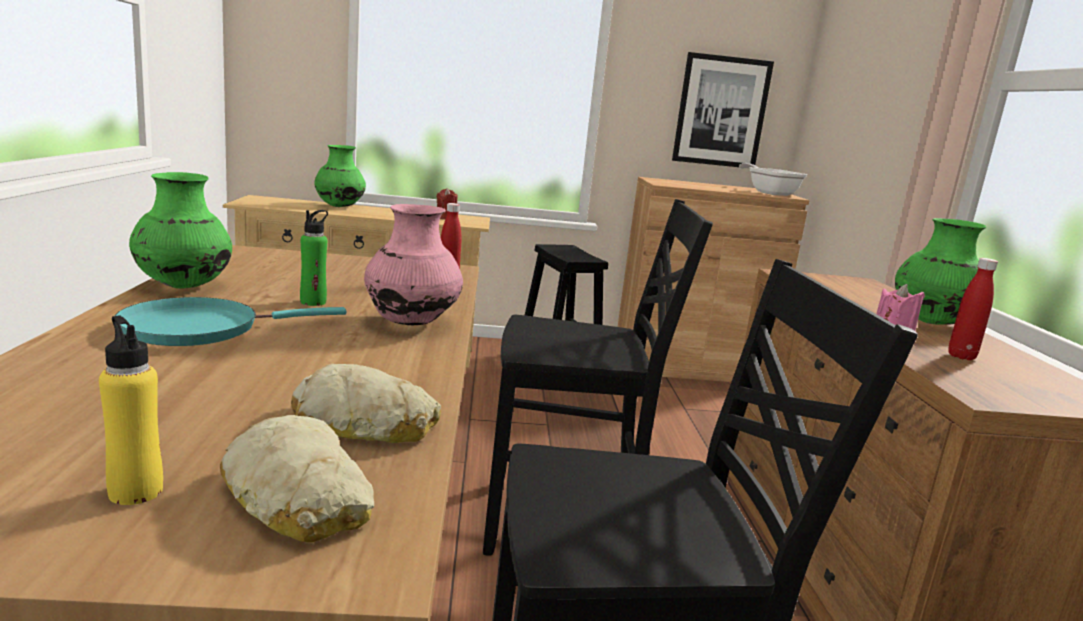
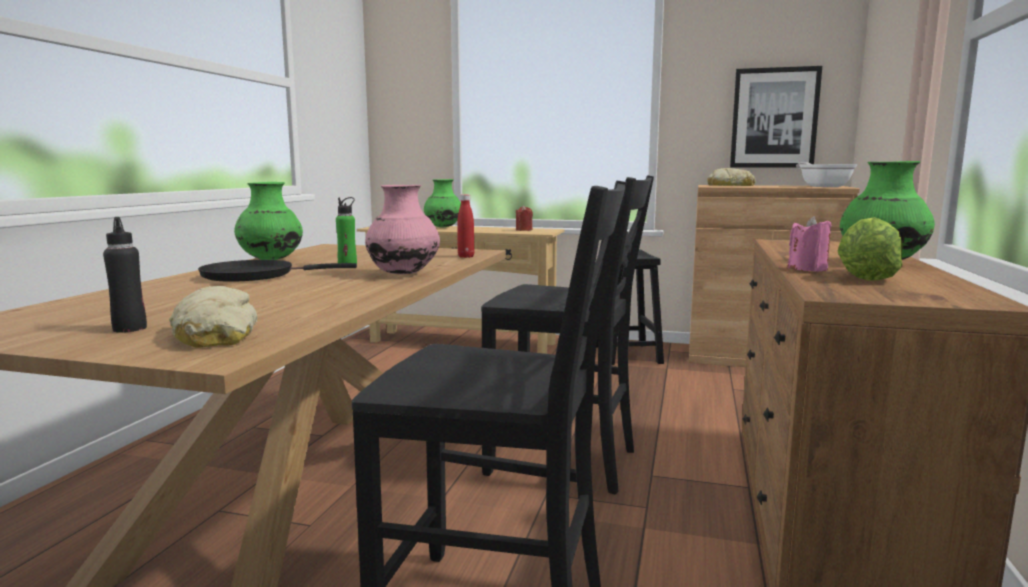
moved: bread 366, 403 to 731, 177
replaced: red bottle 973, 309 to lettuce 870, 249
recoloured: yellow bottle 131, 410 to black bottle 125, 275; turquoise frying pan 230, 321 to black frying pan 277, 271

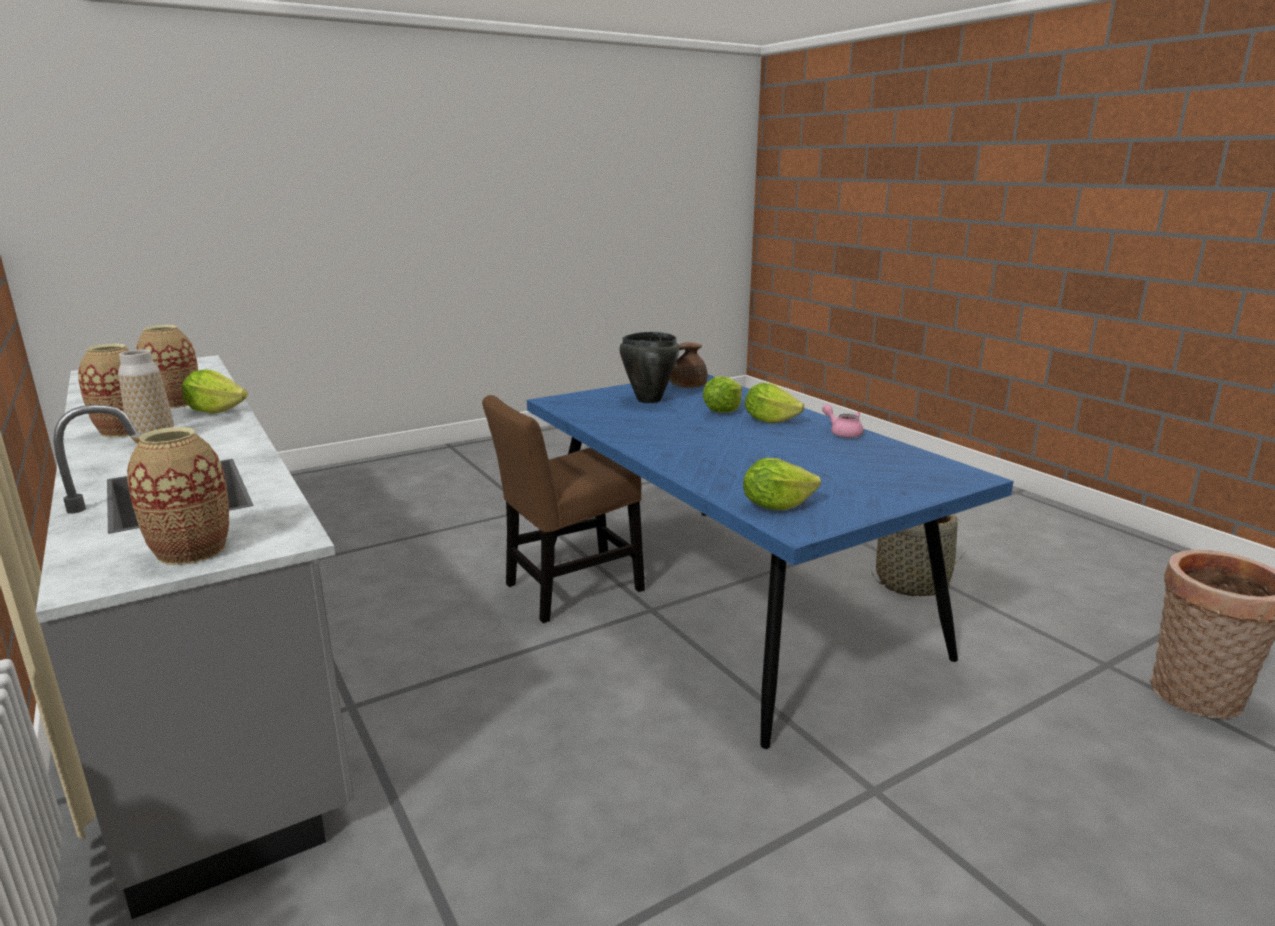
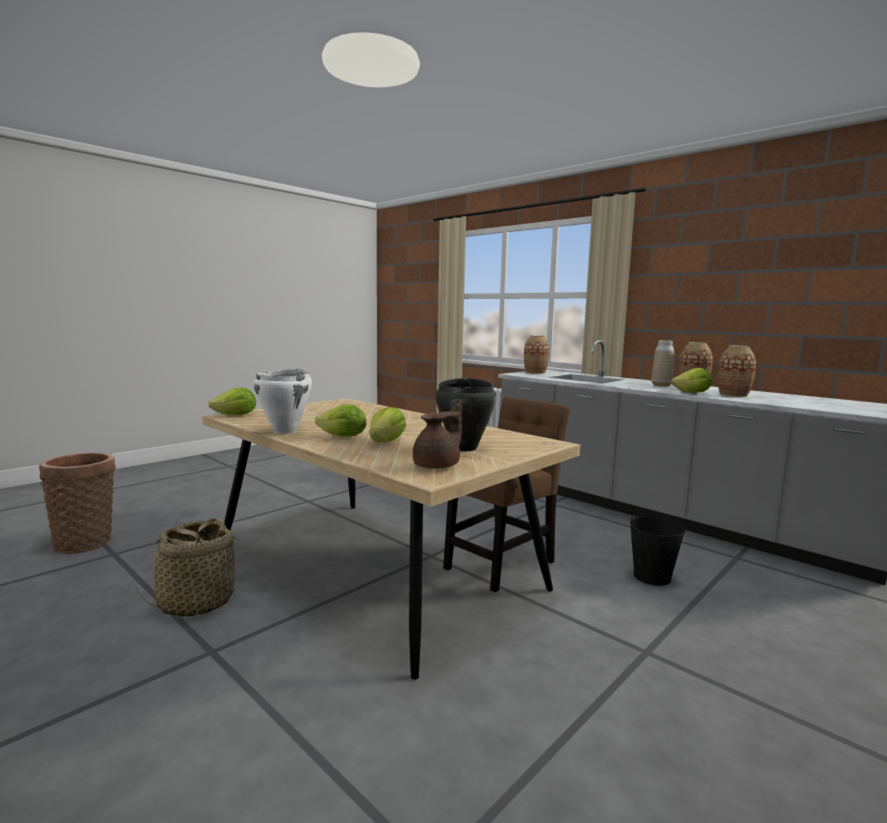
added: black bucket 657, 550
moved: lettuce 782, 484 to 232, 401
replaced: pink teapot 842, 421 to white cooking pot 282, 401
recoloured: blue dining table 770, 561 to beige dining table 391, 539

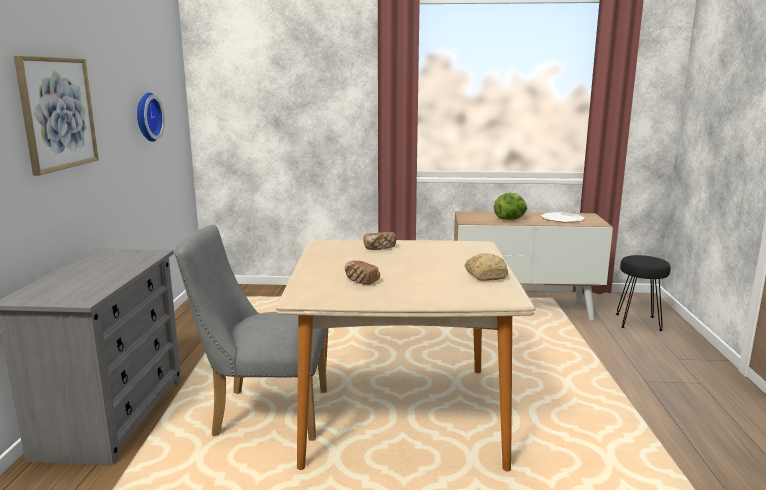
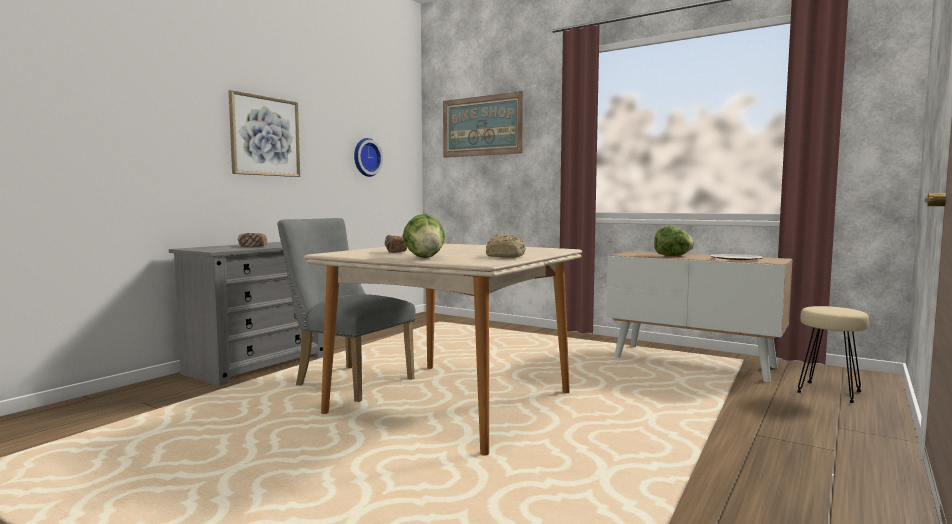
added: lettuce 424, 236; picture 483, 124
moved: bread 380, 241 to 252, 240
recoloured: black stool 643, 293 to beige stool 832, 354

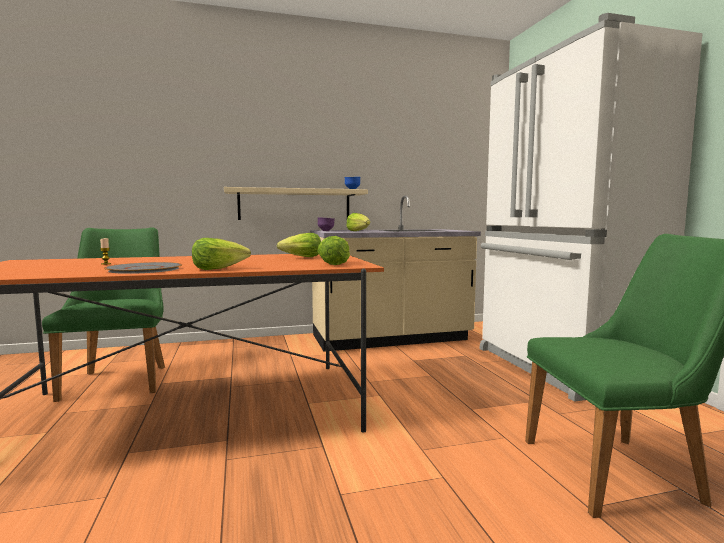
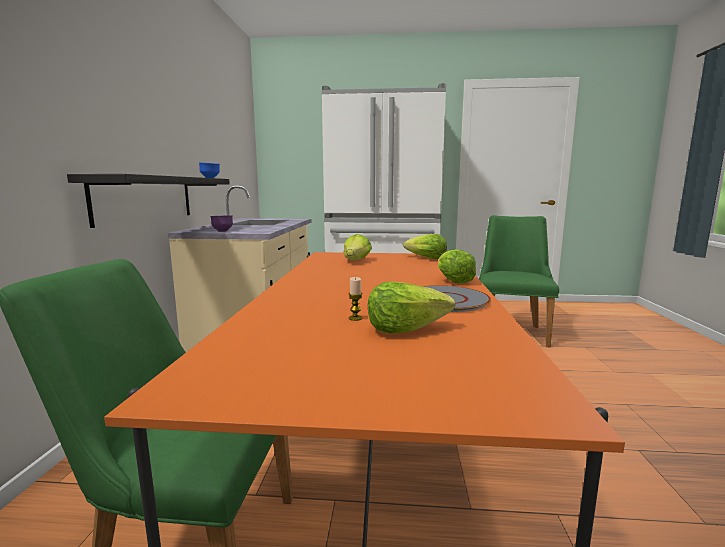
moved: lettuce 358, 222 to 411, 307
recoloured: beige shelf 296, 203 to black shelf 148, 201

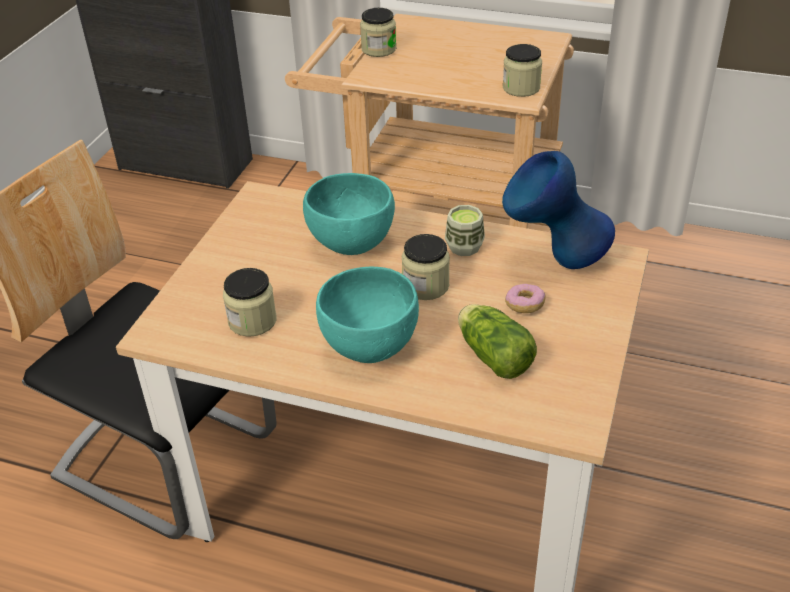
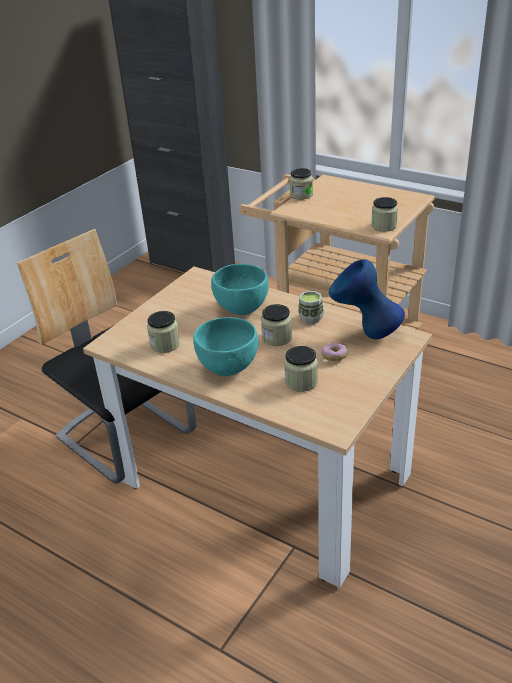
replaced: lettuce 497, 341 to jar 301, 369

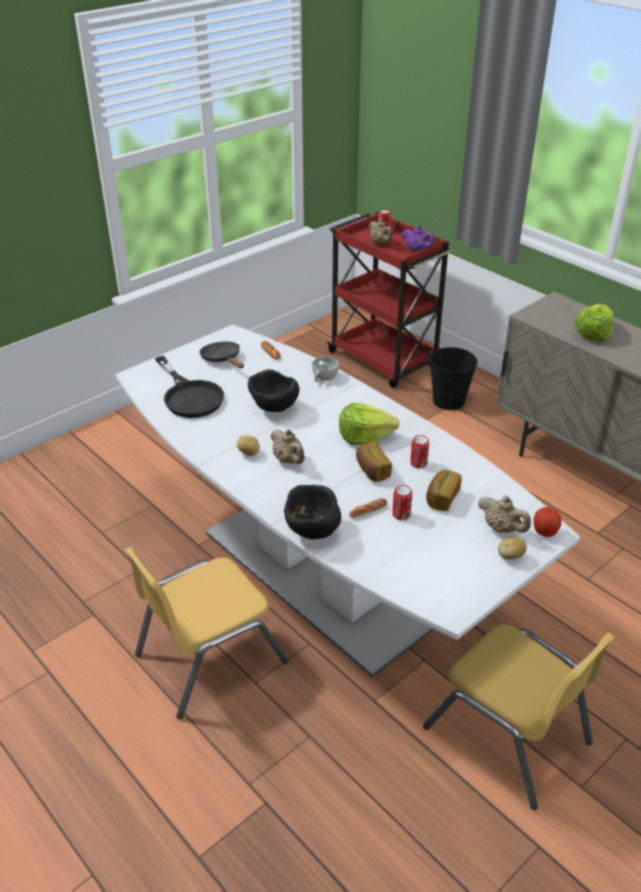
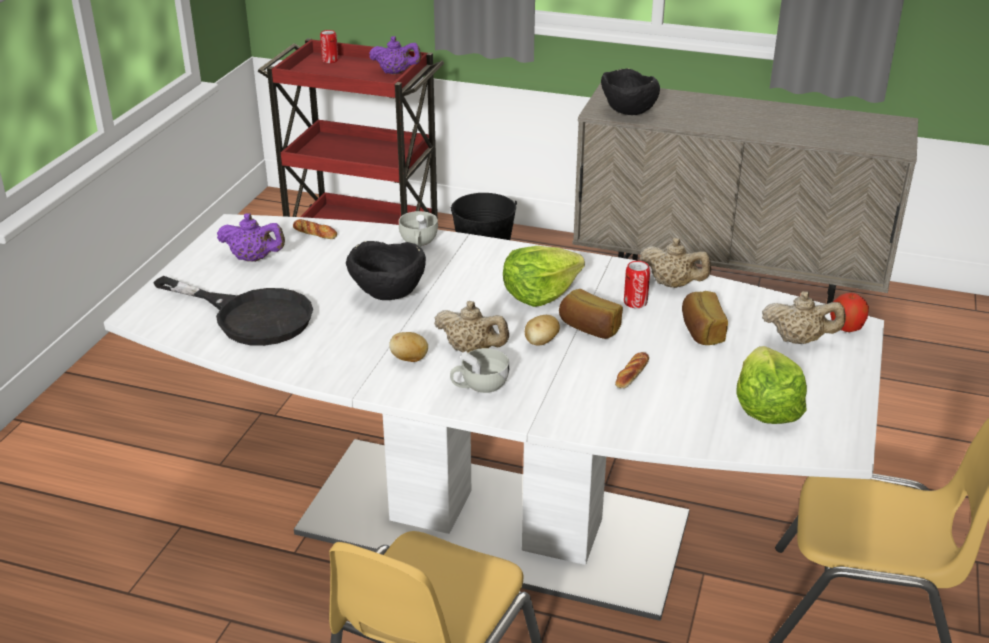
removed: can 402, 502
added: white cup 479, 370
moved: black bowl 312, 512 to 630, 91; beige teapot 381, 231 to 675, 263; potato 512, 548 to 542, 330; lettuce 594, 322 to 772, 385
replaced: black frying pan 221, 354 to purple teapot 251, 237

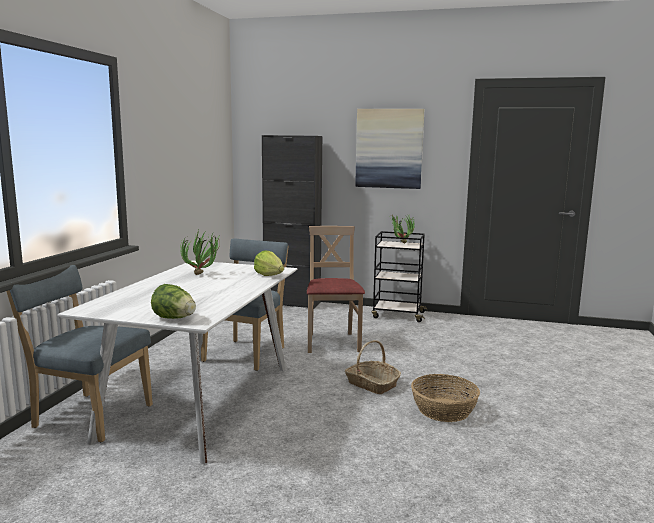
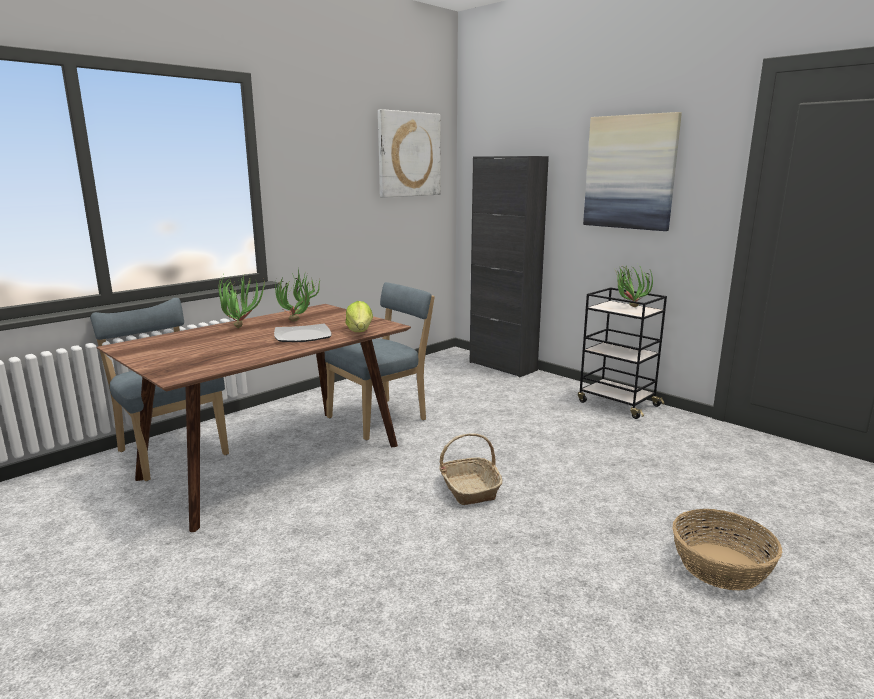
removed: lettuce 173, 301; beige chair 336, 289
added: potted plant 241, 301; plate 302, 333; picture 409, 153
moved: basket 445, 398 to 727, 550
recoloured: white dining table 177, 362 to brown dining table 254, 418

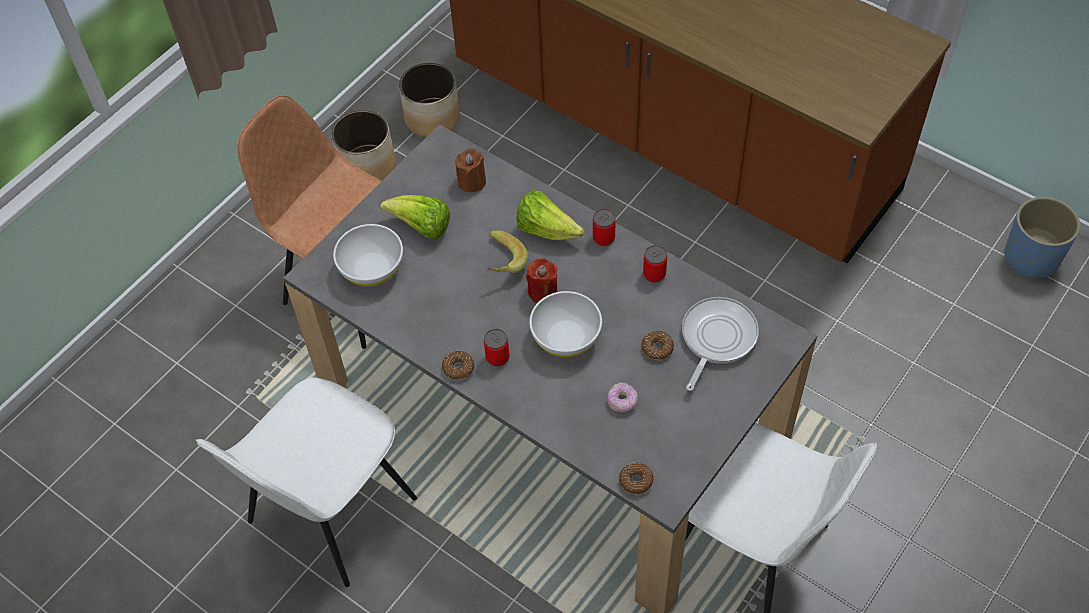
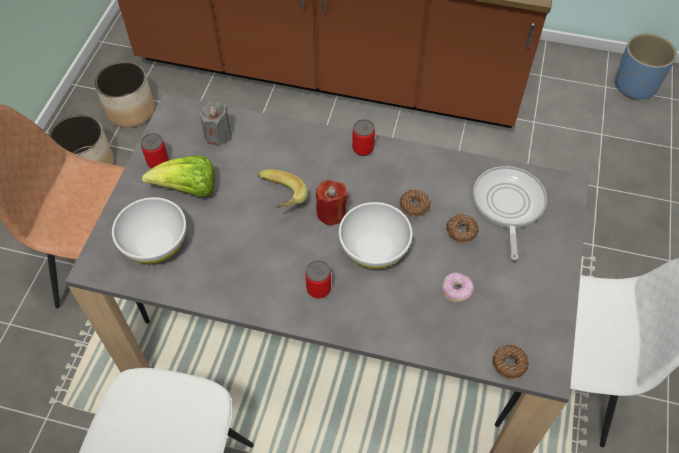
removed: lettuce 550, 215
moved: donut 458, 365 to 415, 203; can 655, 263 to 155, 151
recoloured: brown candle 470, 170 to grey candle 216, 123

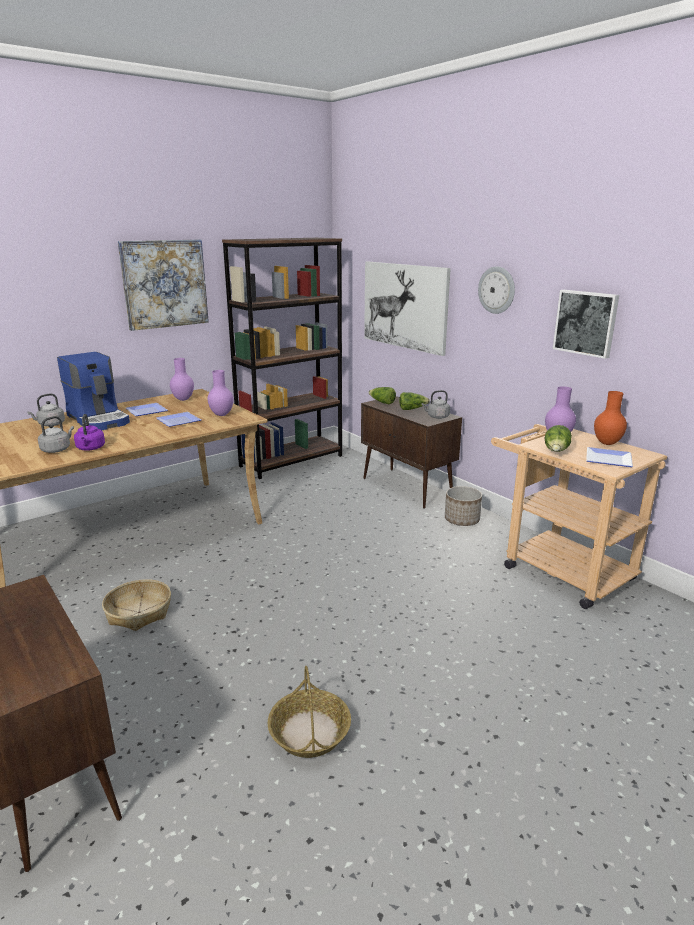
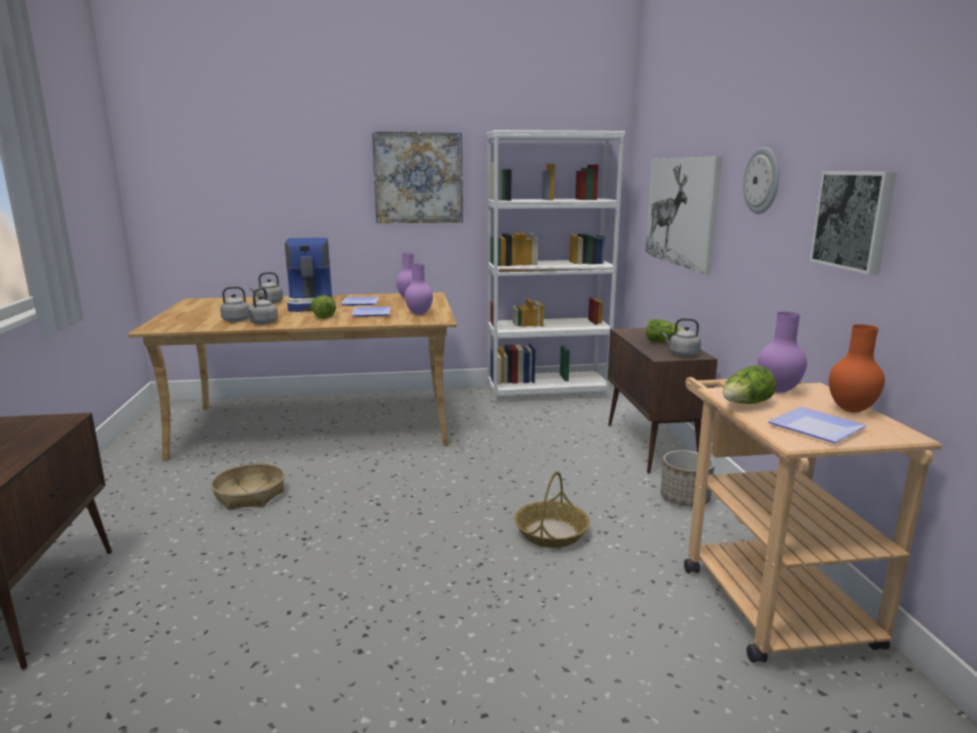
moved: basket 309, 712 to 552, 509; lettuce 382, 395 to 323, 307
recoloured: purple kettle 89, 432 to grey kettle 261, 306; brown bookcase 282, 358 to white bookcase 556, 267

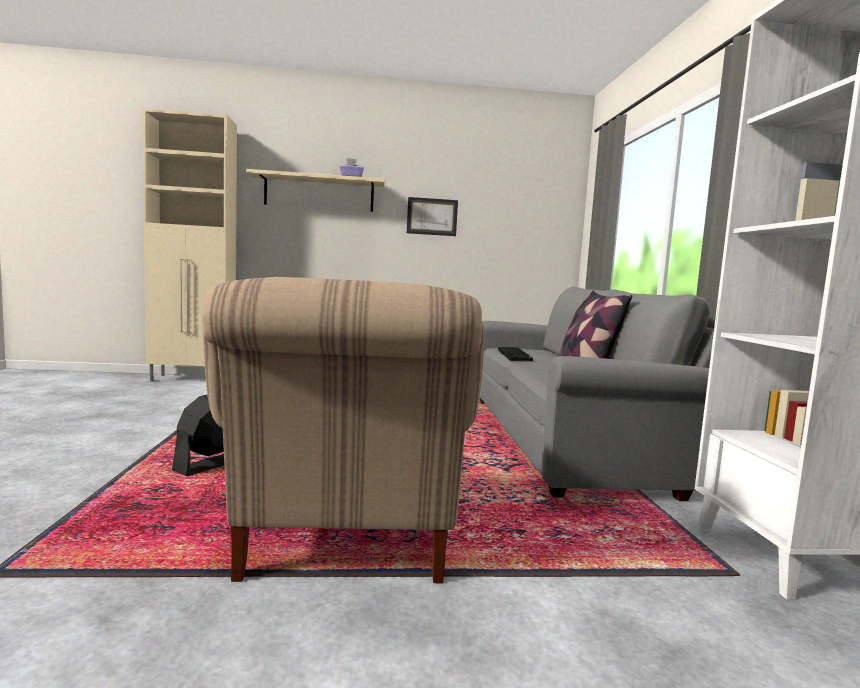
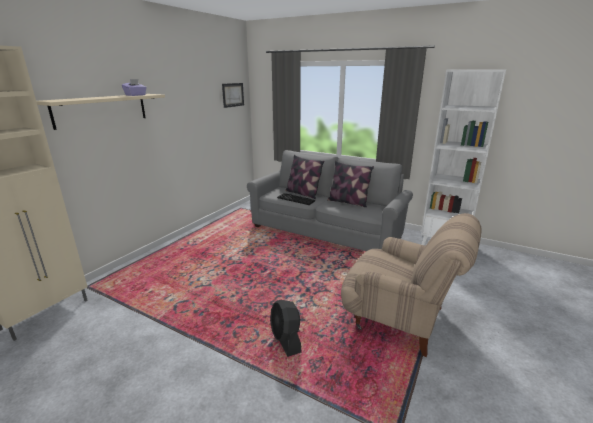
added: pillow 304, 177
moved: picture 432, 216 to 233, 95

